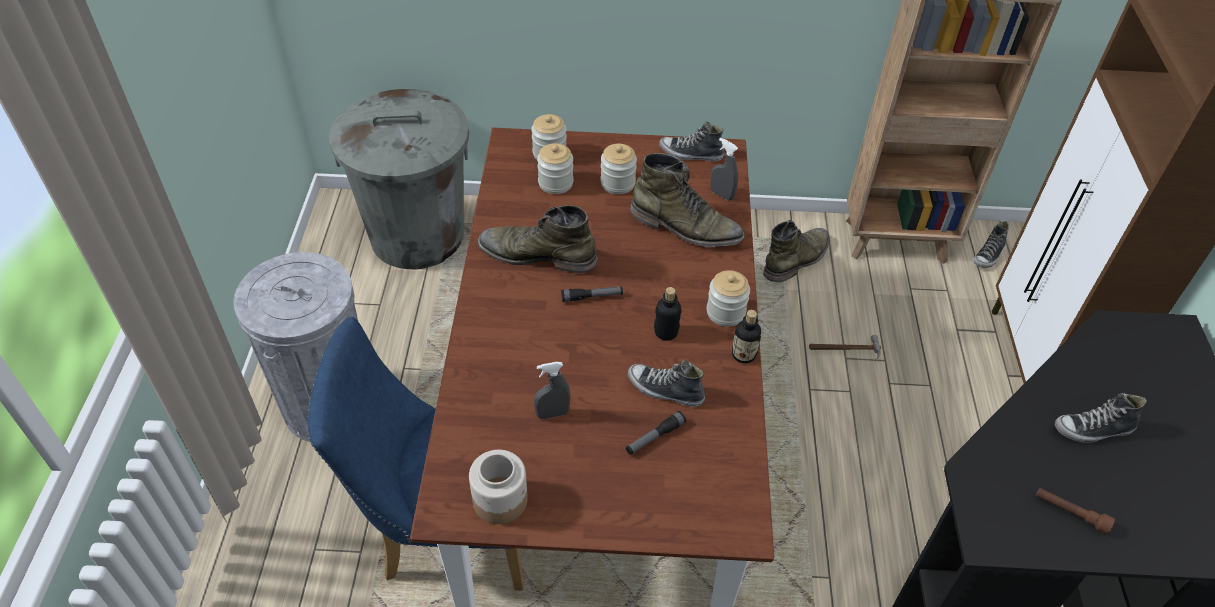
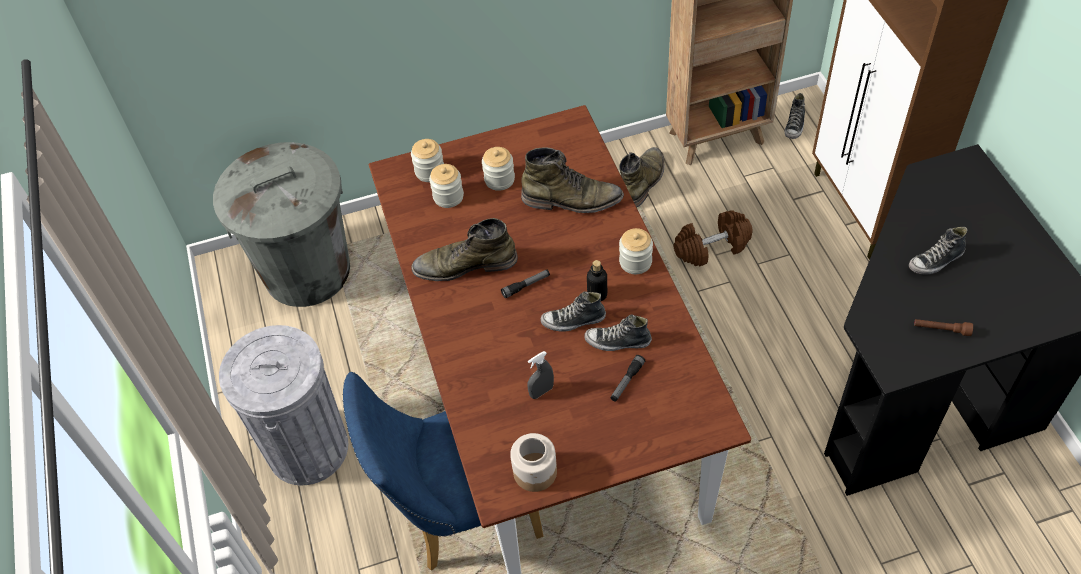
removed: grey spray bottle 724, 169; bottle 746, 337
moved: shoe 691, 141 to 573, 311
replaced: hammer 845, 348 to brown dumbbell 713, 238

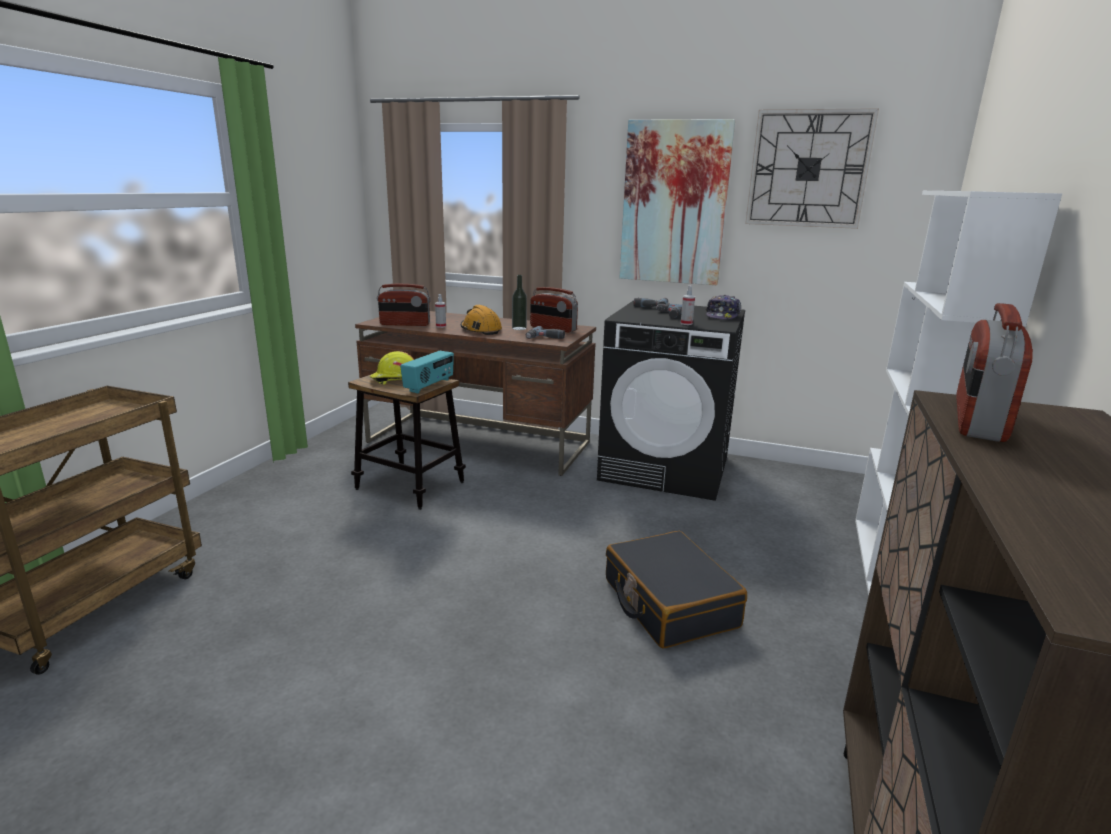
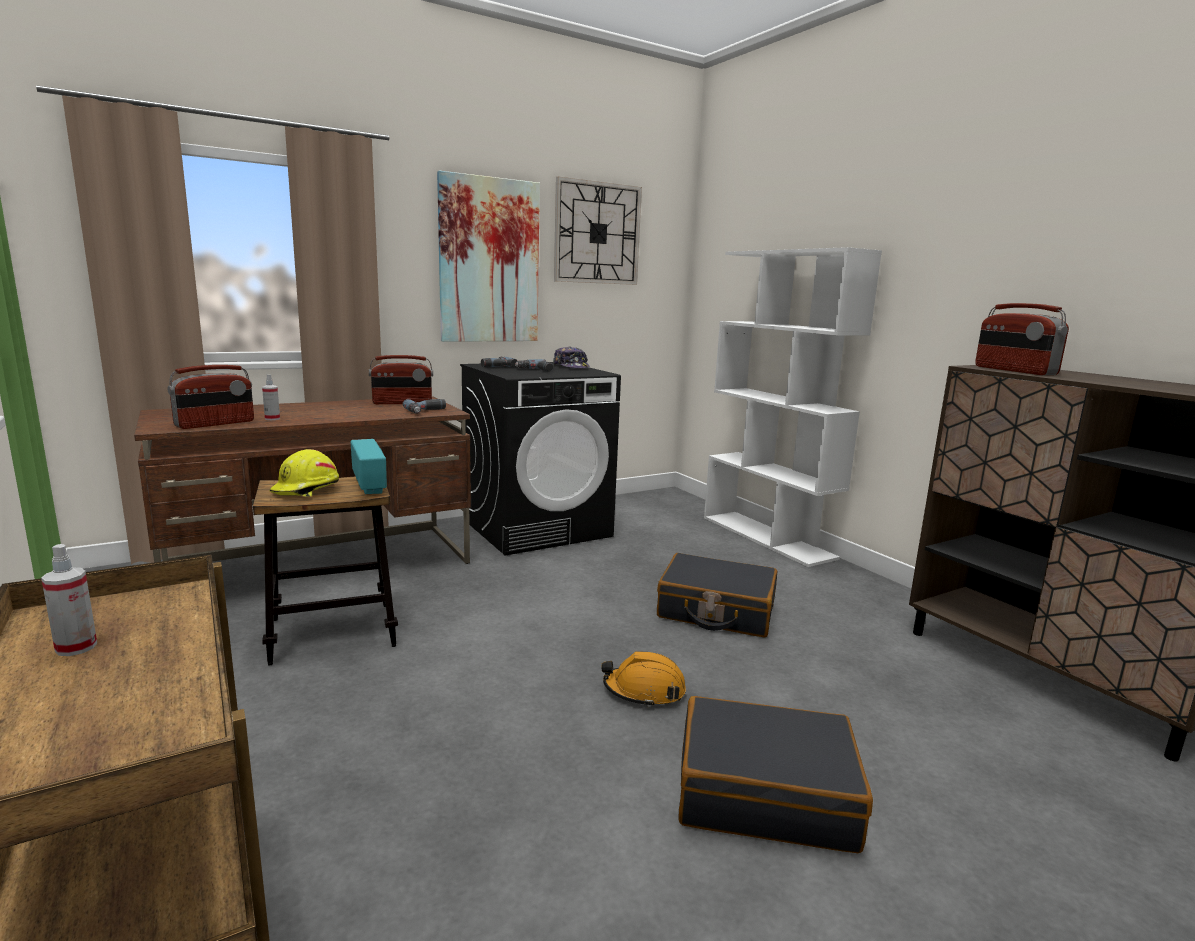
removed: bottle 519, 302
added: black suitcase 775, 774
moved: orange hard hat 481, 320 to 643, 679; spray bottle 688, 305 to 69, 600

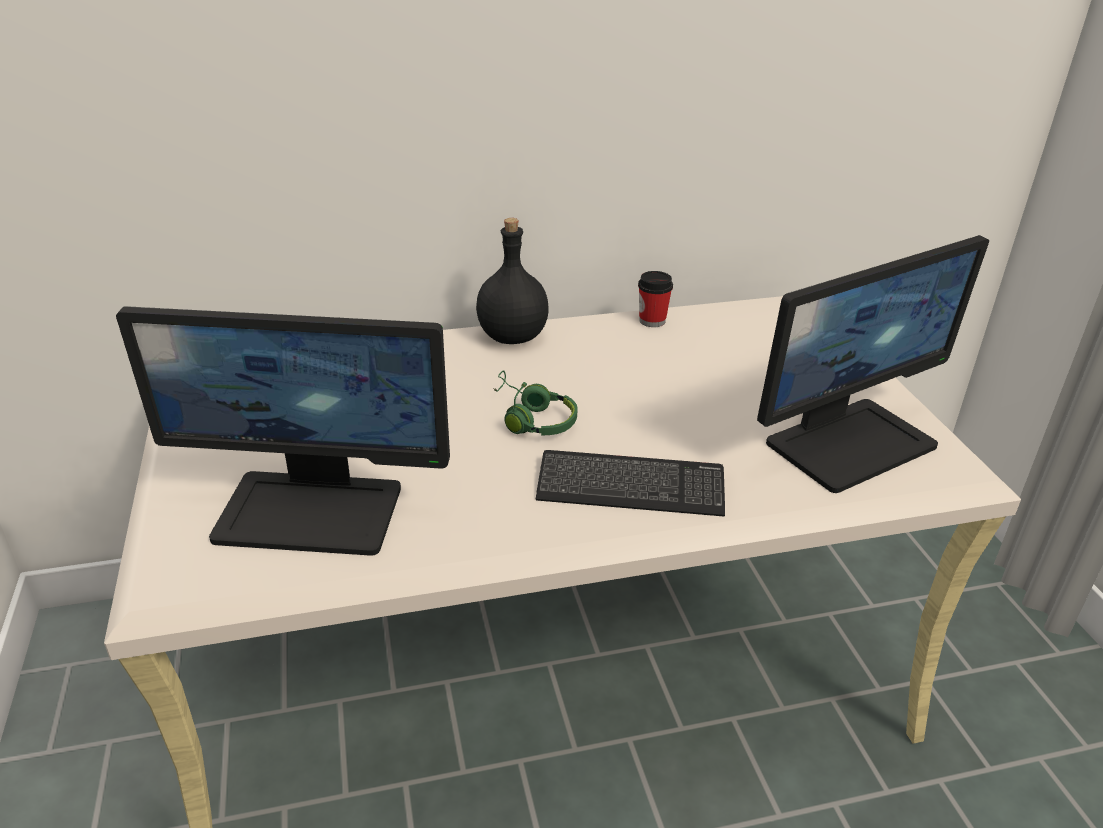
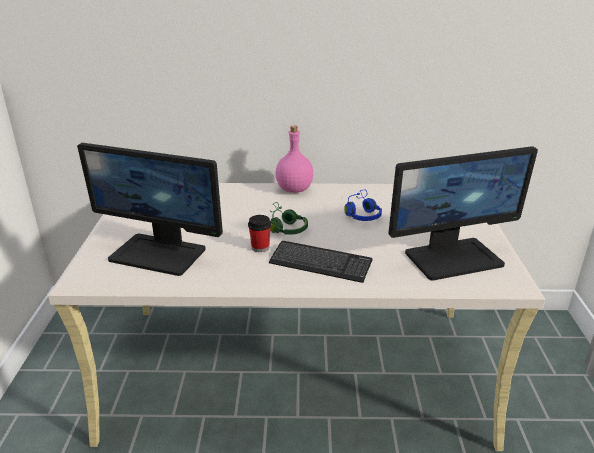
added: blue headphones 363, 205
moved: cup 655, 299 to 259, 233
recoloured: black bottle 512, 281 to pink bottle 294, 159

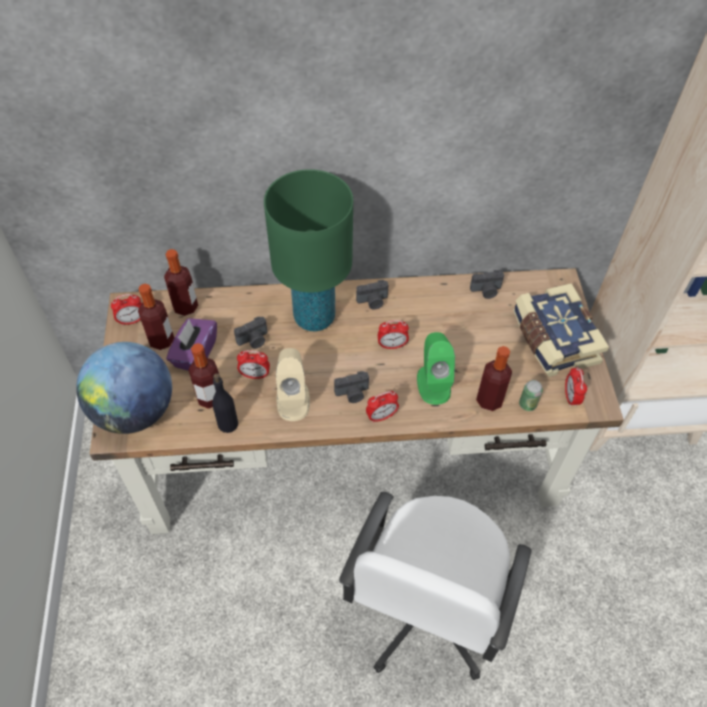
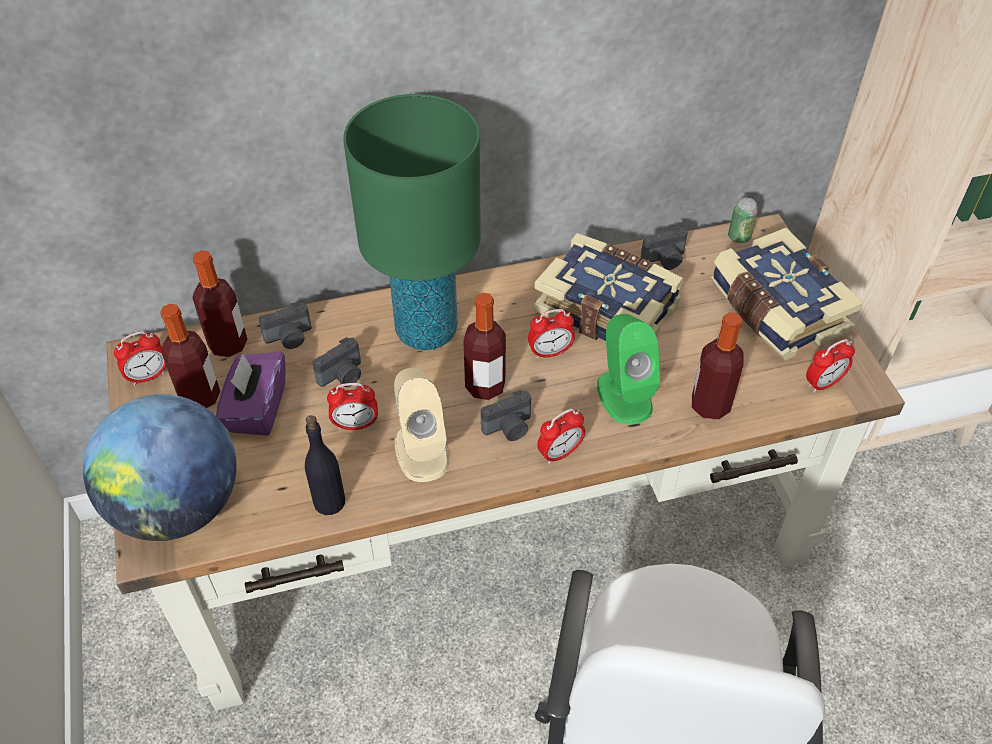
added: book 609, 287
moved: bottle 203, 376 to 484, 346; photo camera 372, 294 to 285, 325; can 531, 395 to 743, 220
turned: alarm clock 576, 386 = 830, 366 105 degrees counterclockwise

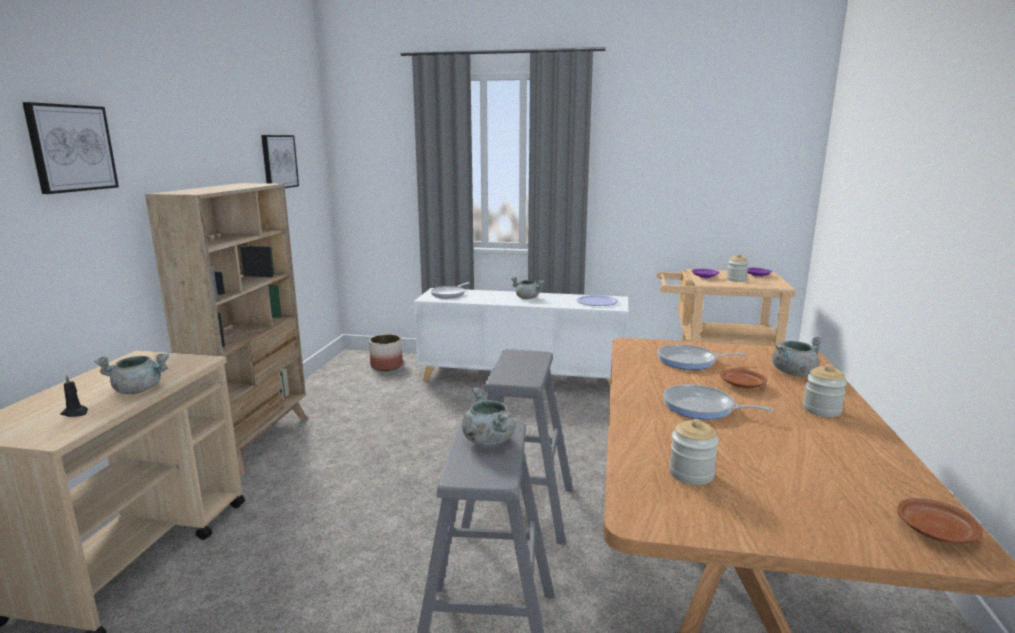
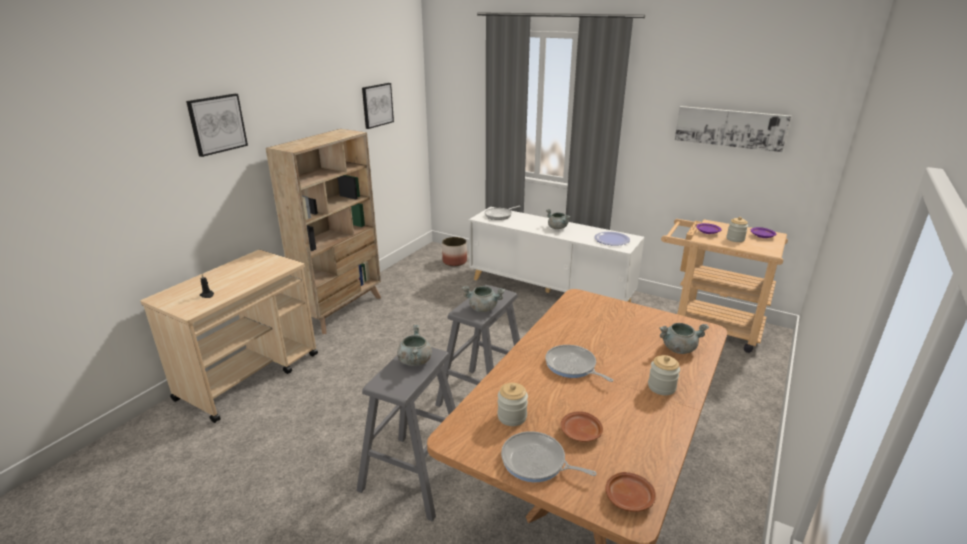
added: picture 733, 129
moved: grey cooking pot 131, 374 to 483, 299; frying pan 701, 357 to 549, 456; brown plate 743, 378 to 581, 426

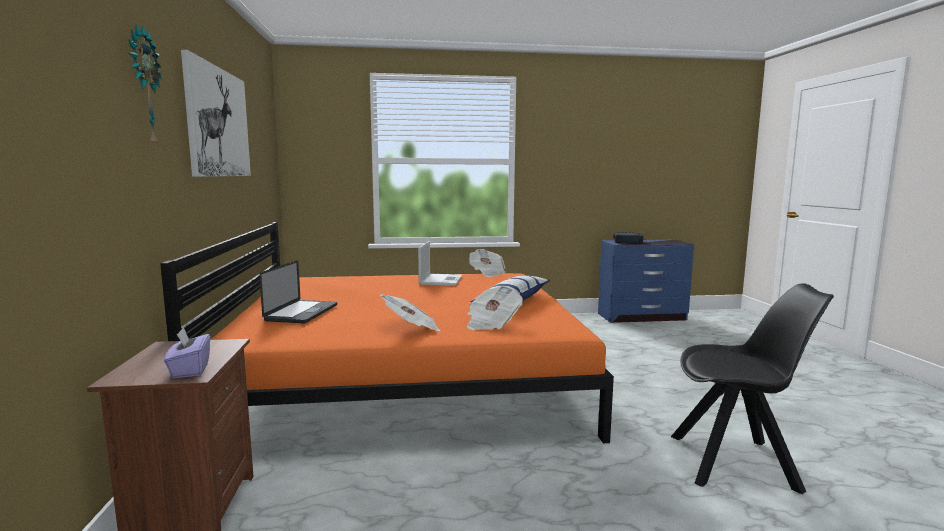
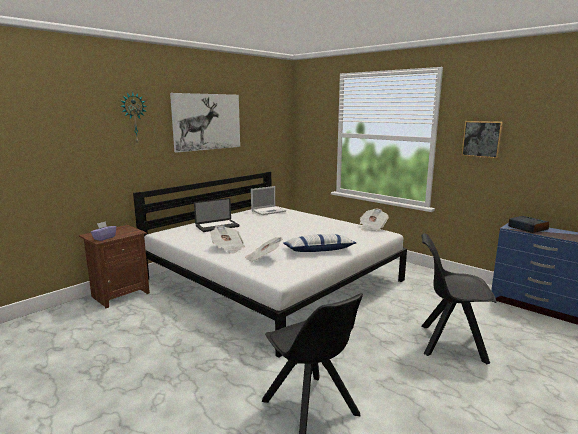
added: black chair 459, 298; picture 482, 140
moved: laptop 440, 263 to 268, 200
recoloured: orange bed 387, 333 to white bed 270, 265

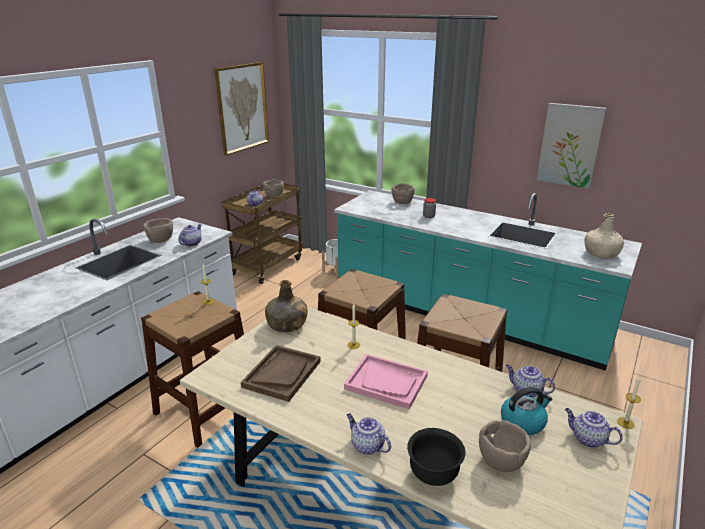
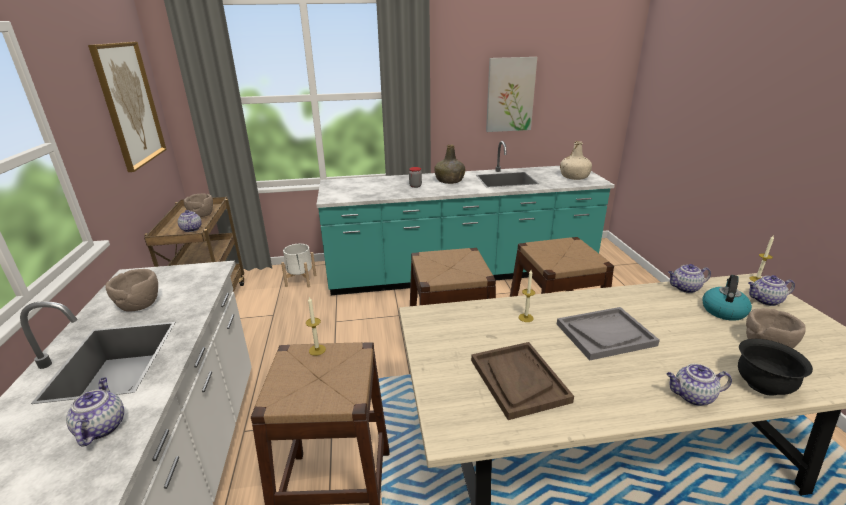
removed: brown bowl 403, 194
moved: teapot 190, 235 to 95, 412; green bottle 286, 306 to 450, 164
recoloured: pink tray 386, 382 to grey tray 608, 333

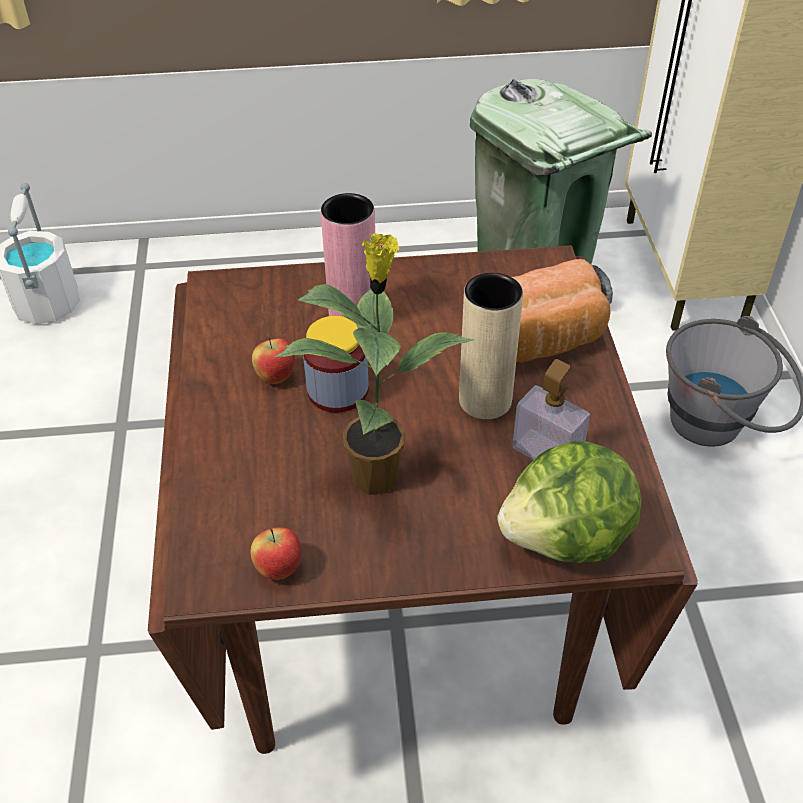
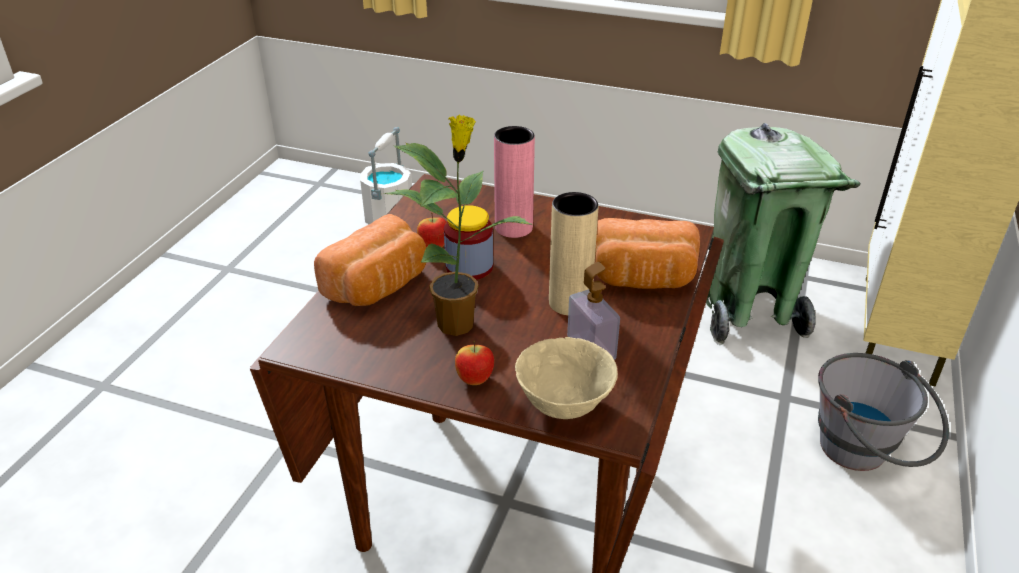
added: bread 370, 260
moved: apple 275, 553 to 474, 362
replaced: lettuce 569, 502 to beige bowl 566, 378

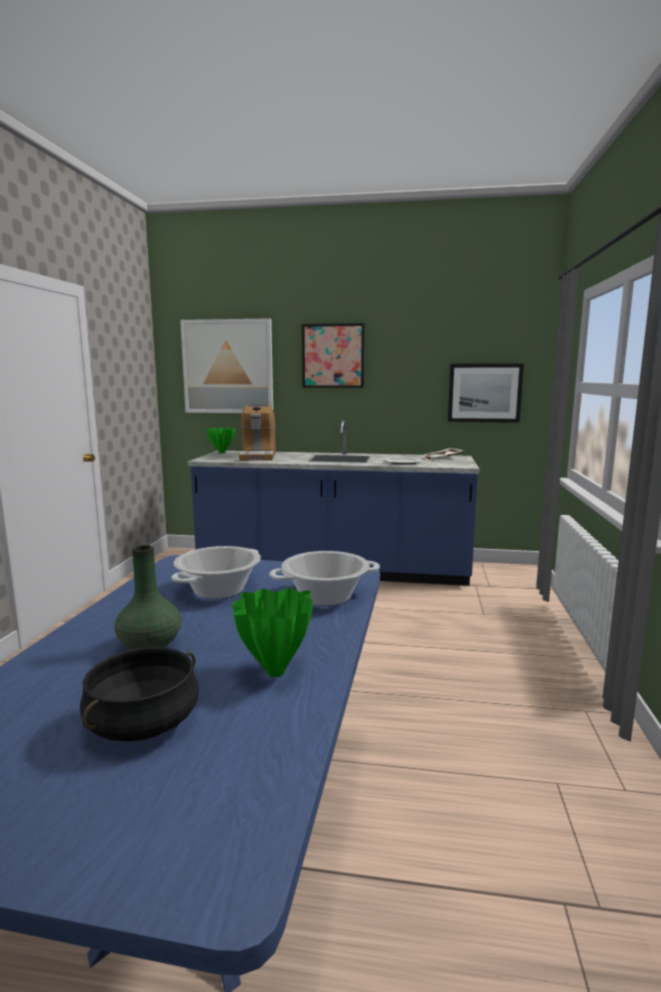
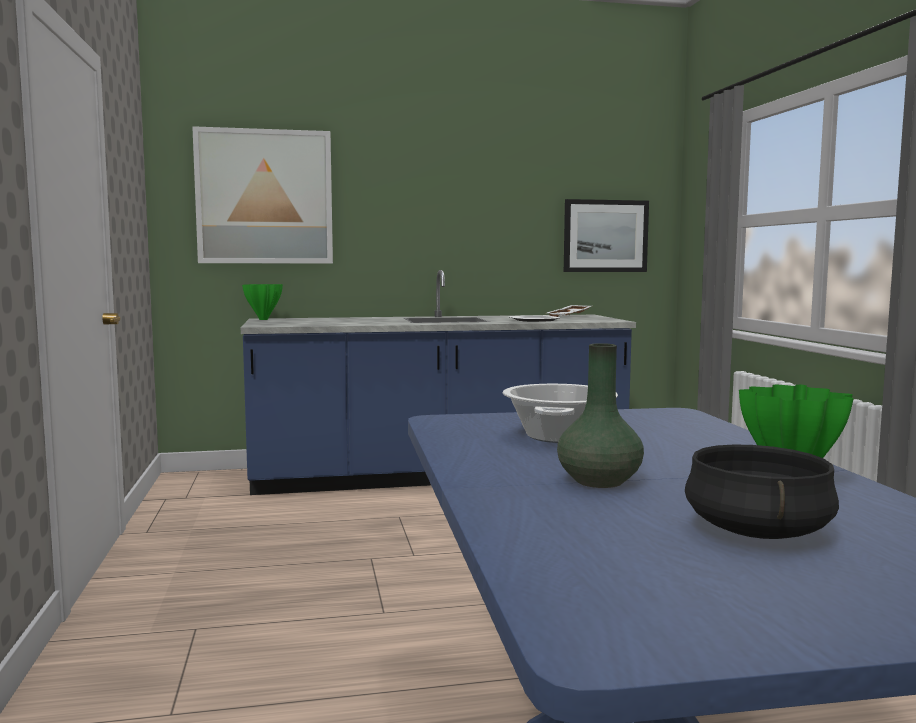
removed: coffee machine 257, 432; cooking pot 324, 578; picture 333, 355

